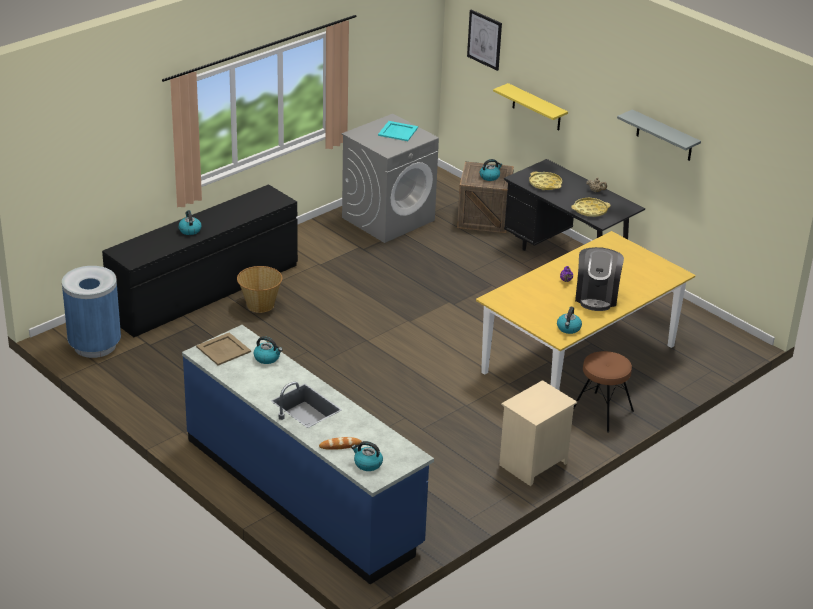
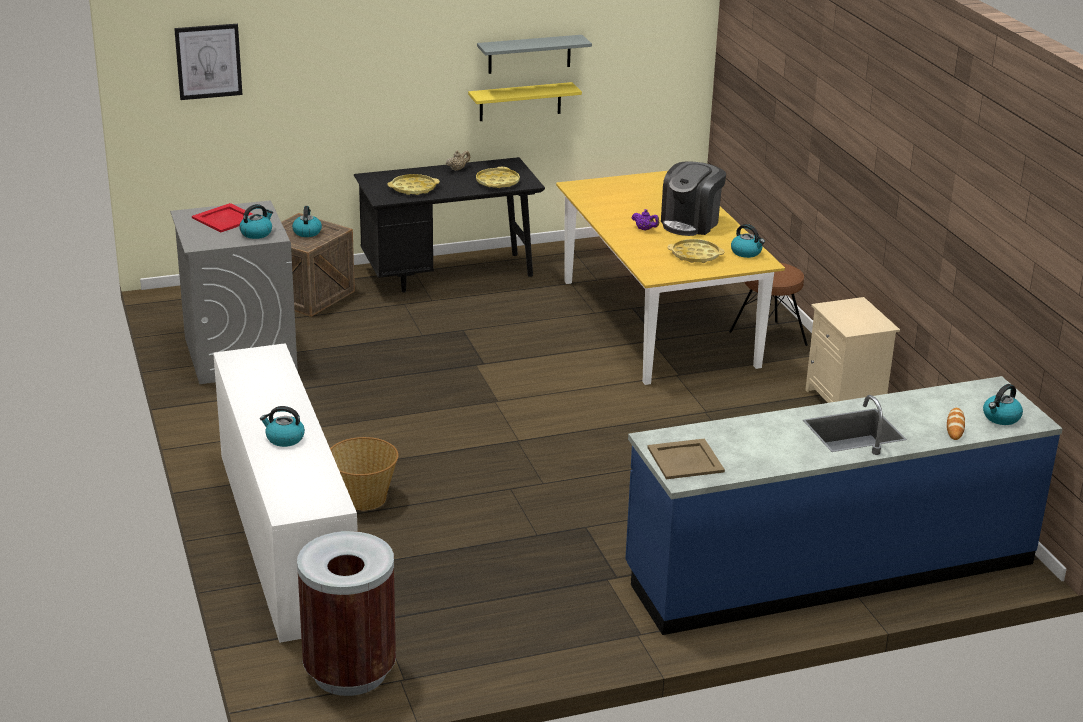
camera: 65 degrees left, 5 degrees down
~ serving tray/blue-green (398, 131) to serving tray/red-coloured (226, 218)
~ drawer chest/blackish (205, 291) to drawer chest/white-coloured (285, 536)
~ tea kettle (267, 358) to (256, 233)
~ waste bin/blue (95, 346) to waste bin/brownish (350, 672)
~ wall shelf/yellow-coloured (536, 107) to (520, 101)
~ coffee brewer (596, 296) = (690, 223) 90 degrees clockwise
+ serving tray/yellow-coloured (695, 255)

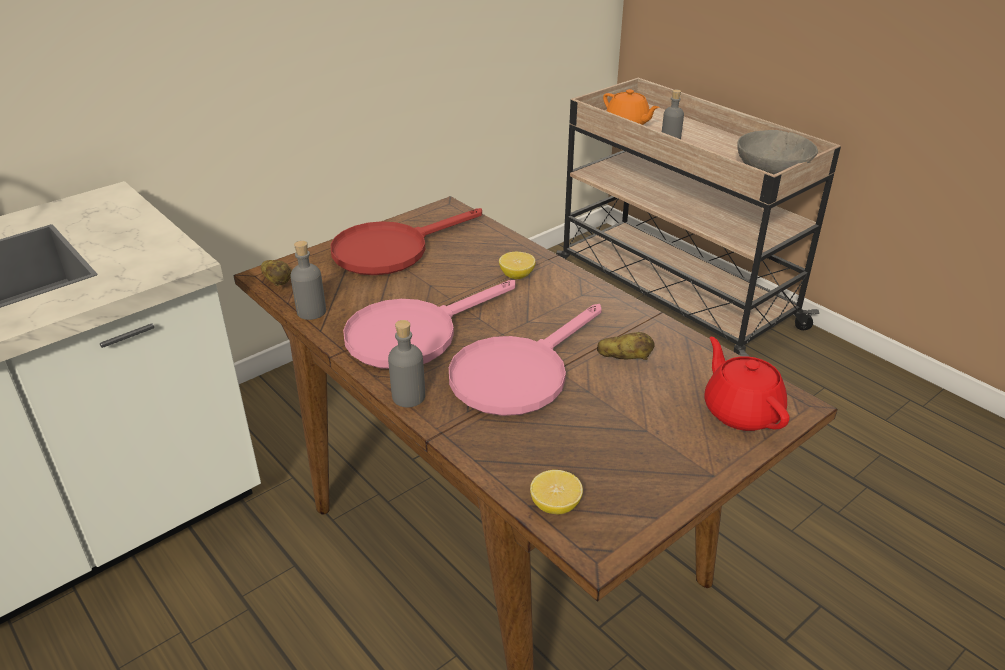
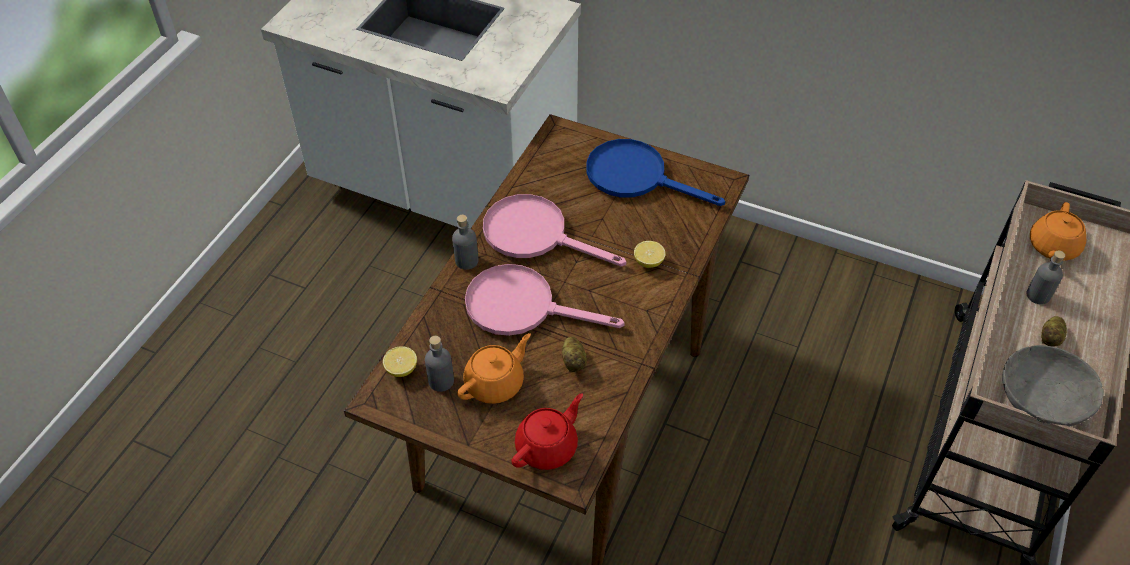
camera: 65 degrees right, 15 degrees up
~ bottle/gray (311, 311) to (441, 381)
+ teapot/orangey (495, 383)
~ pan/red-coloured (391, 249) to pan/blue (636, 176)
~ whole potato (278, 282) to (1051, 338)

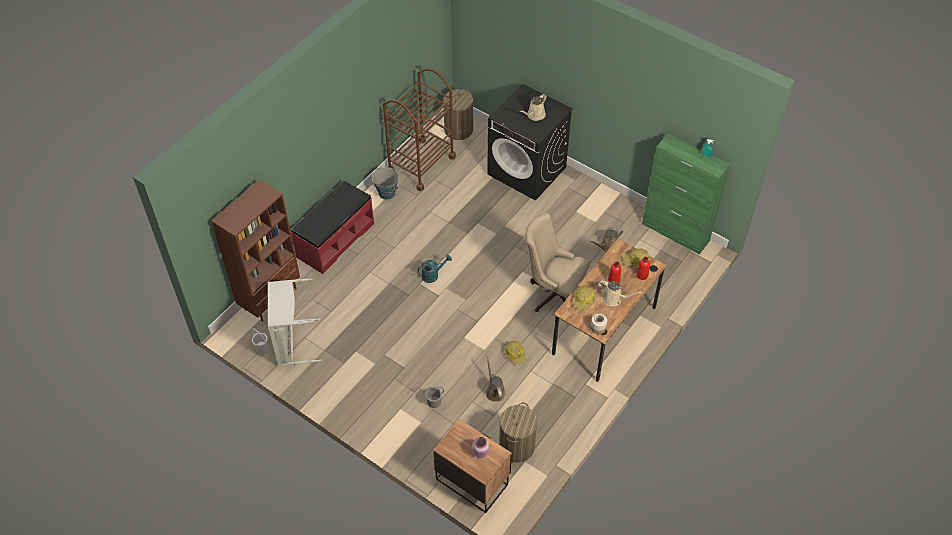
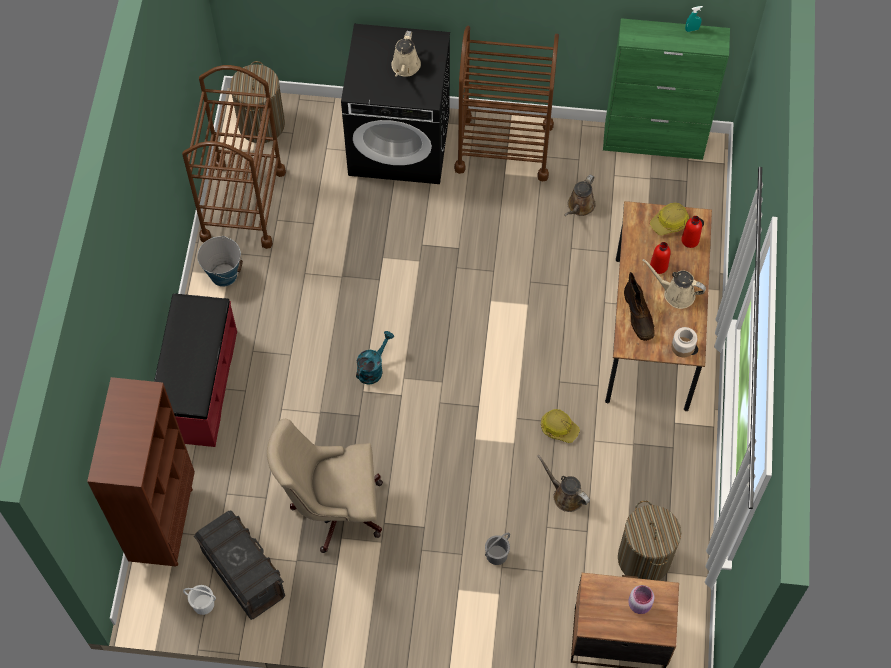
camera: 30 degrees left, 10 degrees up
~ hamper/gray (292, 343) to storage bin/gray (243, 574)
~ computer chair/beige-coloured (554, 293) to (333, 507)
+ wheeled cart/brownish (504, 147)
~ work helmet (583, 300) to high-top boot/brownish (638, 315)
~ watering pot/beige-coloured (614, 298) = (675, 293) 150 degrees counterclockwise

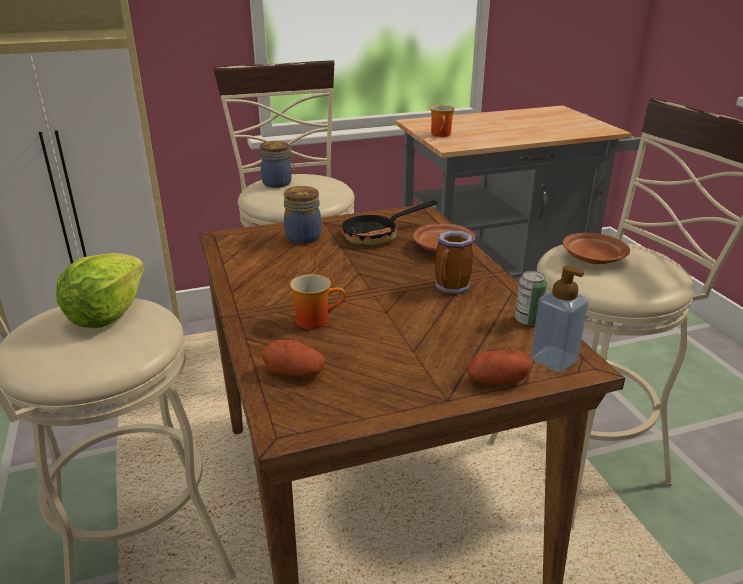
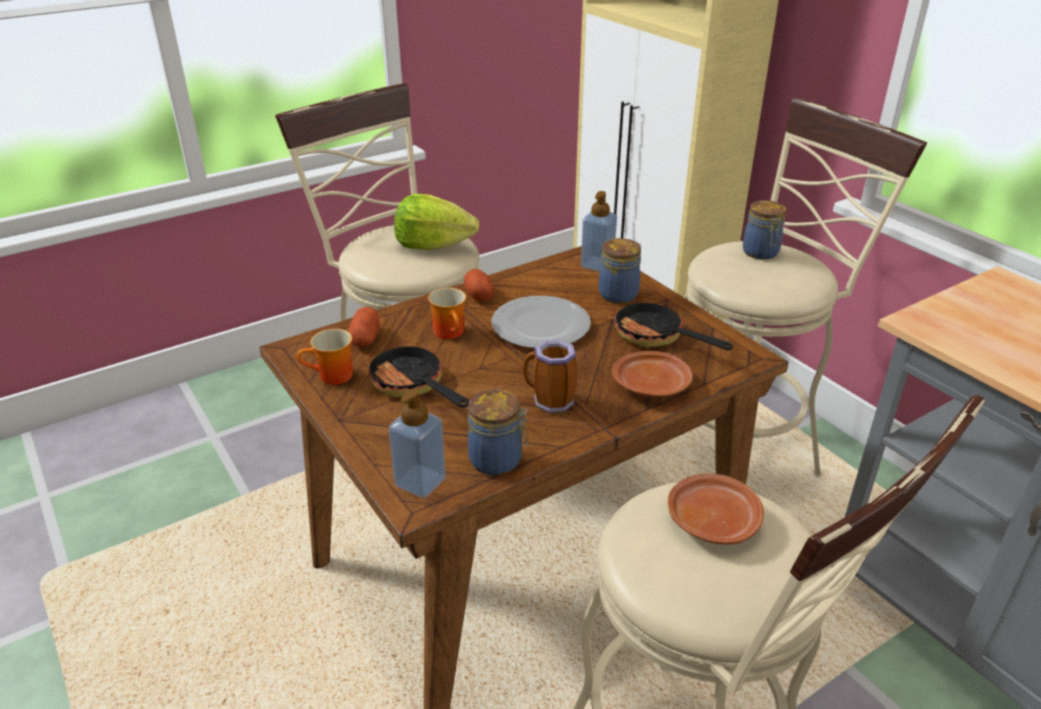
camera: 75 degrees right, 5 degrees up
~ tea mug (442, 135) to (332, 377)
+ pan (413, 386)
~ whole potato (497, 380) to (478, 295)
~ metal can (527, 320) to jar (498, 460)
+ dinner plate (540, 327)
+ soap dispenser (597, 265)

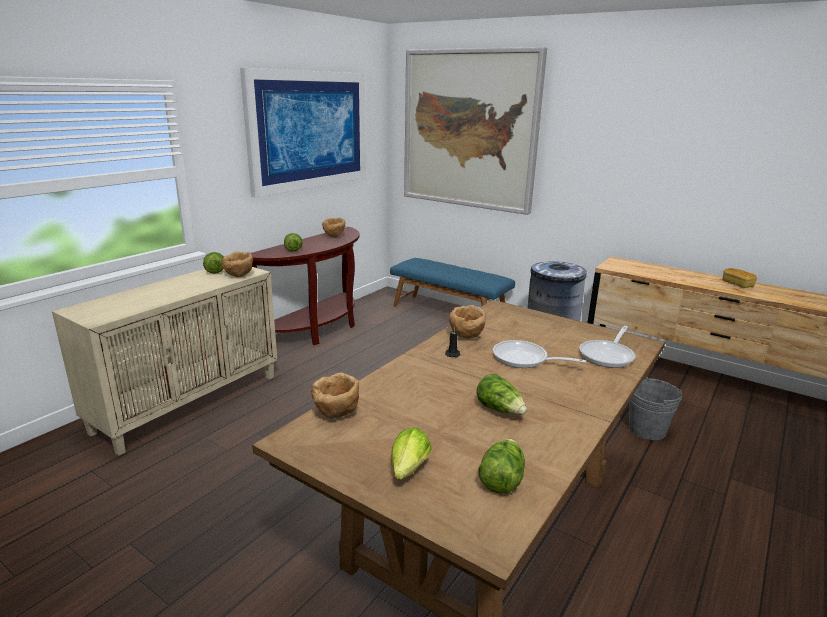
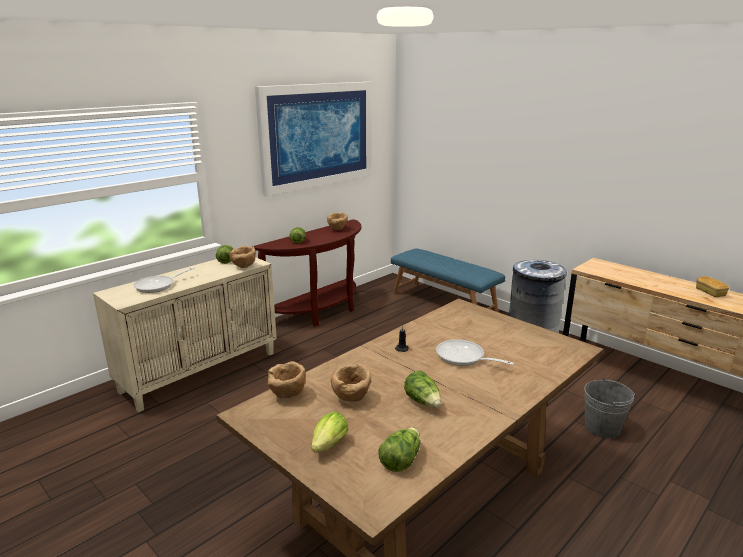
camera: 10 degrees right, 0 degrees up
~ pan (608, 355) to (158, 286)
~ bowl/brownish (467, 337) to (351, 398)
- picture (469, 130)

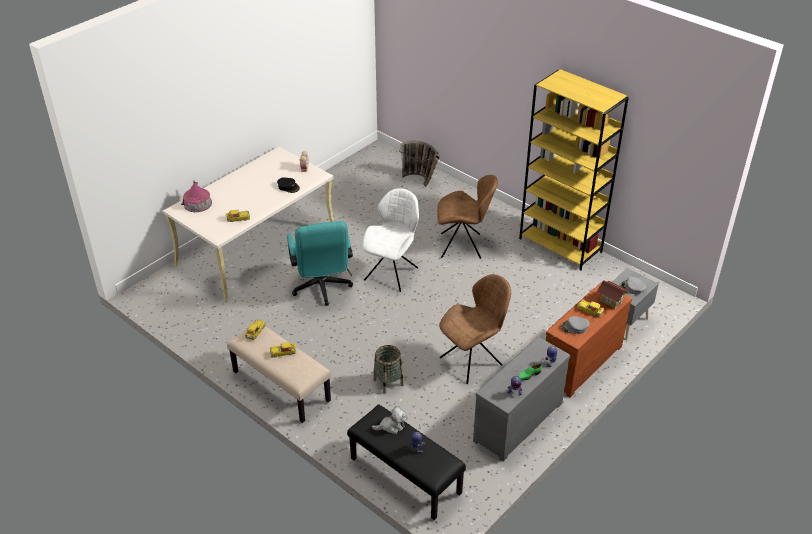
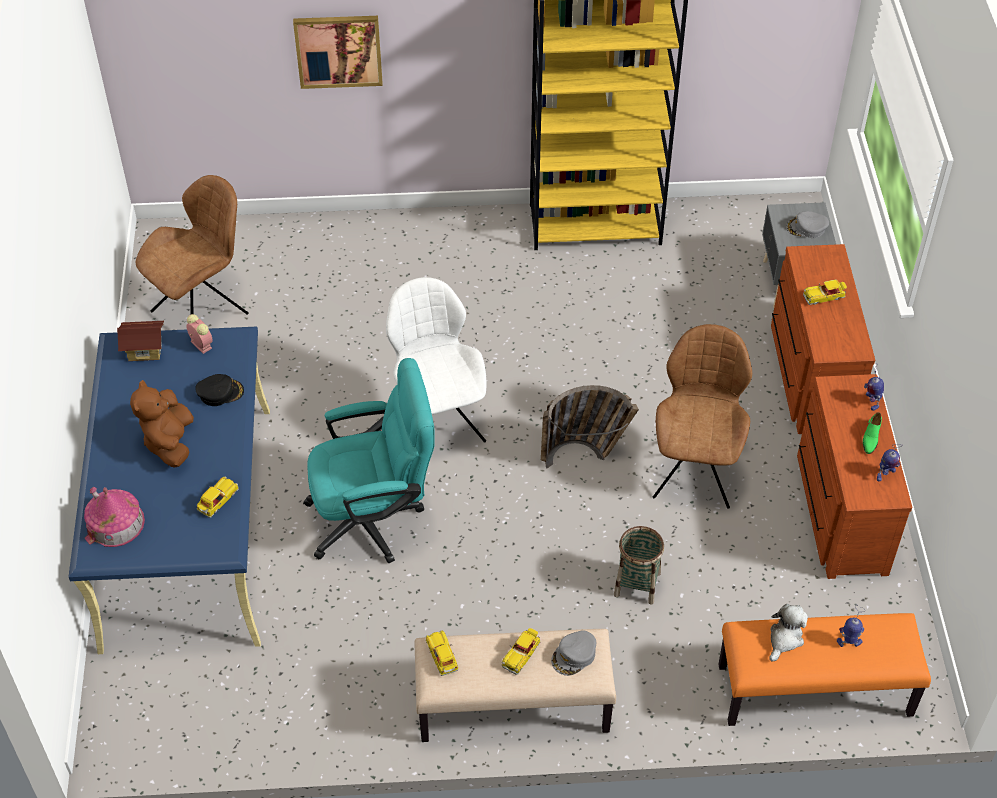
camera: 45 degrees left, 10 degrees up
~ desk unit/beige-coloured (257, 246) to desk unit/blue (188, 524)
~ toy house (611, 301) to (144, 350)
+ plush toy/brownish (170, 442)
~ chair/brownish (463, 246) to (203, 311)
+ picture (338, 50)
~ computer chair/blue-green (322, 289) = (375, 519) 45 degrees counterclockwise
~ basket (421, 182) to (586, 454)
~ cap/gray (574, 327) to (574, 655)
~ indoor bench/blackish (404, 476) to indoor bench/orangey (814, 691)
~ drawer chest/gray (516, 420) to drawer chest/brownish (838, 510)

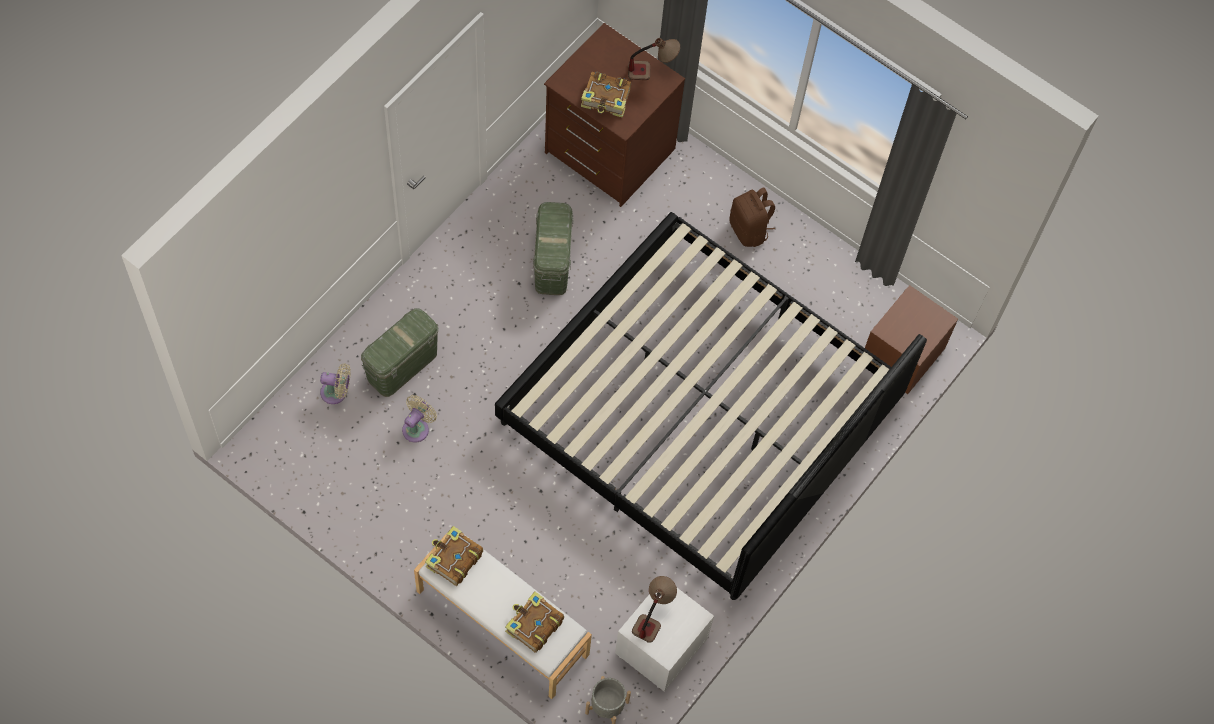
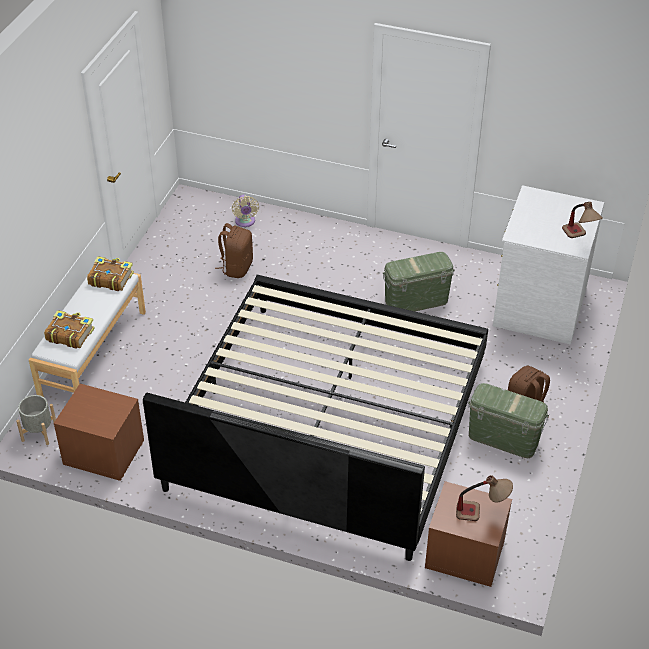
camera: 75 degrees right, 20 degrees down
~ bedside table/white-coloured (661, 647) to bedside table/brownish (103, 453)
~ electric fan/beige-coloured (417, 427) to backpack/brownish (236, 267)
~ lamp for a table (652, 616) to (481, 512)
~ storage bin/greenish (402, 365) to (503, 438)
~ drawer chest/brownish (608, 152) to drawer chest/white-coloured (538, 306)
- bound book (606, 99)

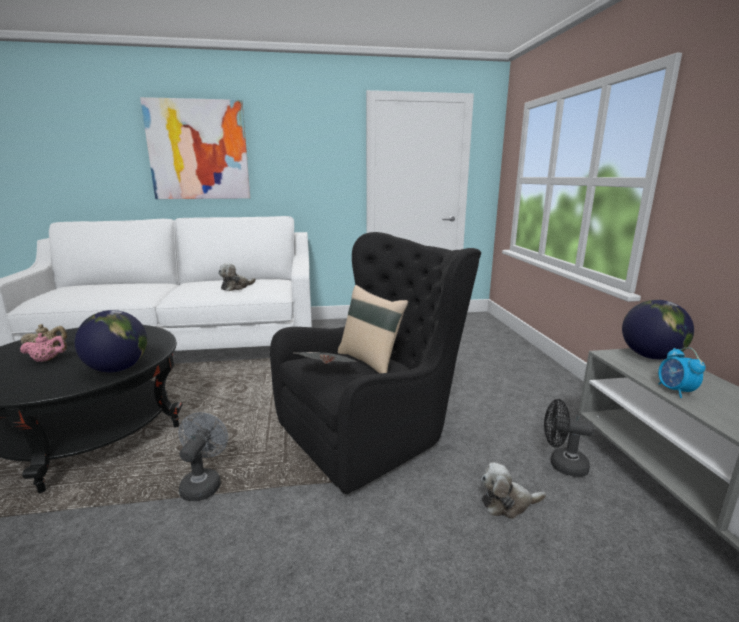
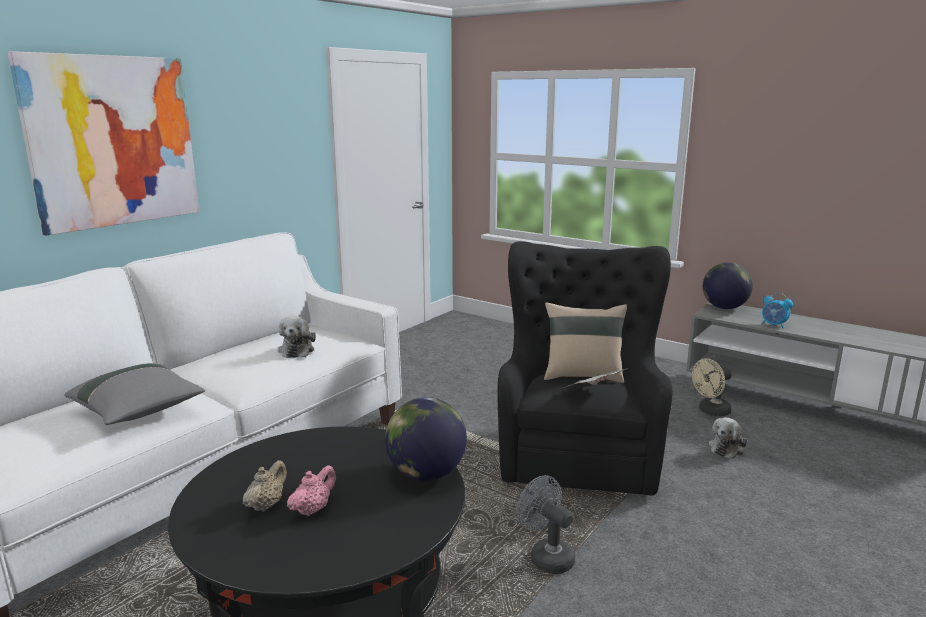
camera: 45 degrees left, 0 degrees up
+ pillow/gray (139, 411)
~ electric fan/blackish (562, 464) to electric fan/beige-coloured (710, 411)

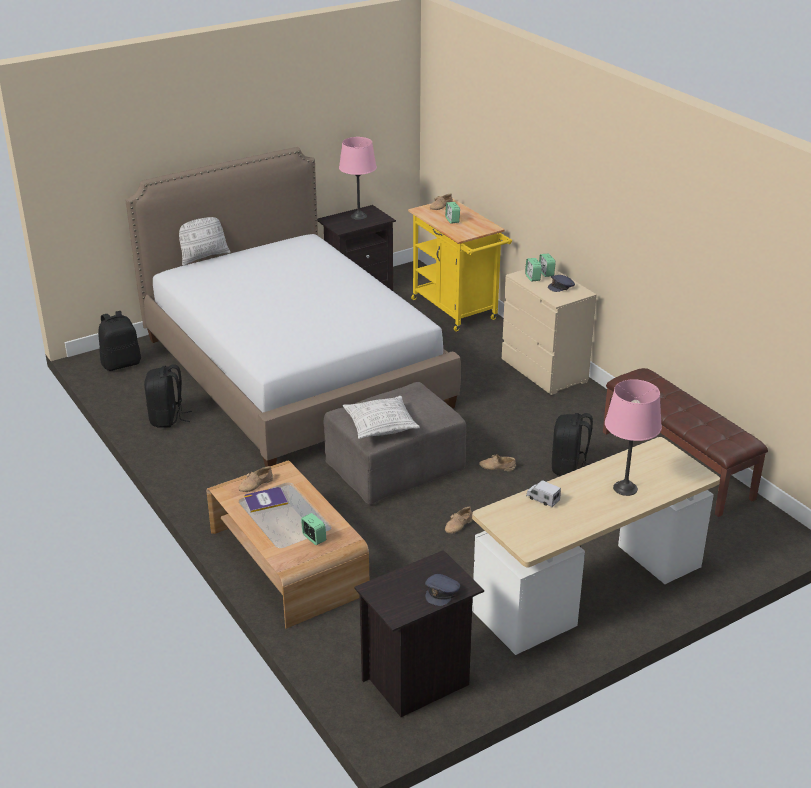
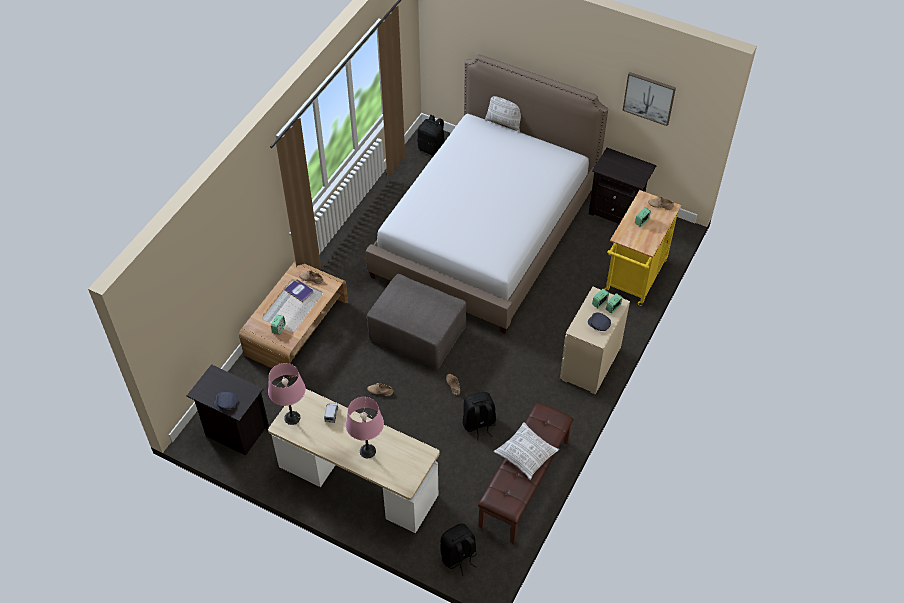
camera: 60 degrees right, 20 degrees up
~ lamp for a table/pink (359, 216) to (292, 418)
~ backpack/blackish (167, 418) to (458, 557)
~ pillow (381, 426) to (526, 455)
+ picture (649, 98)

